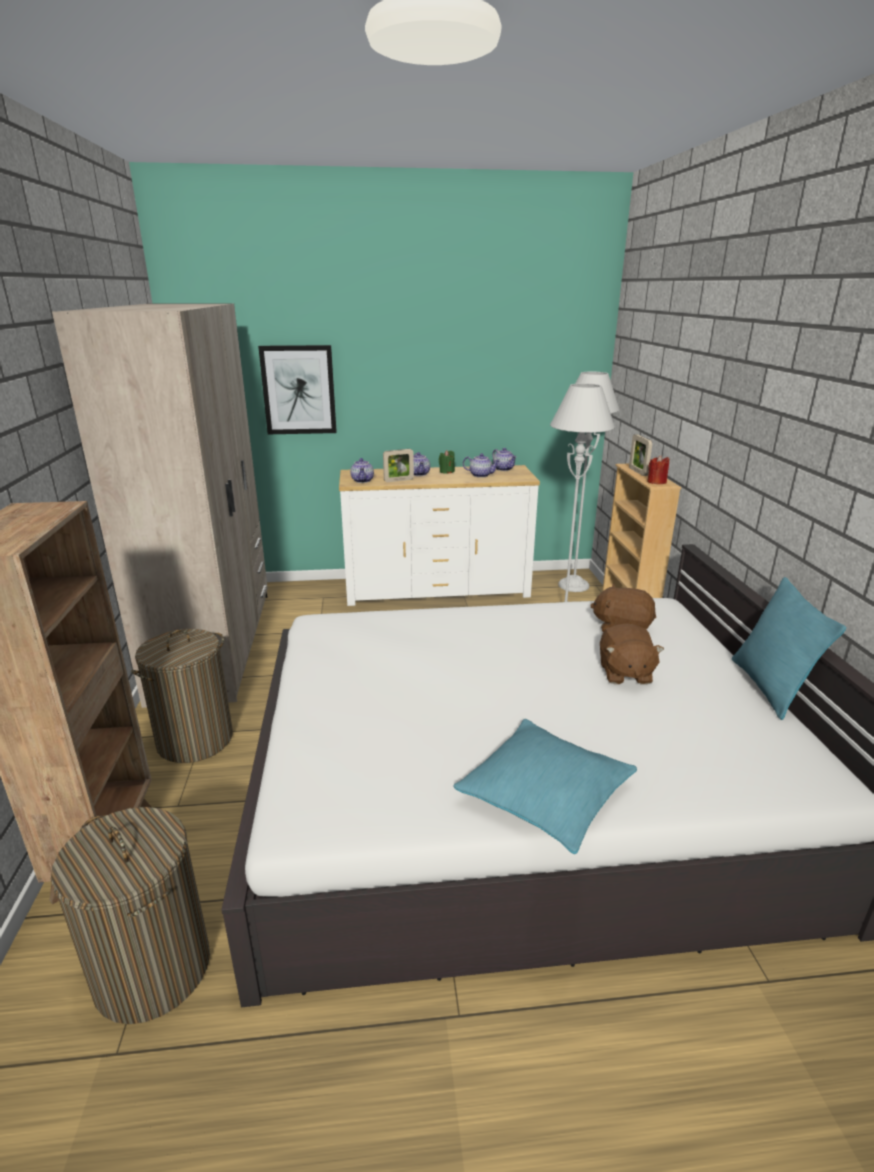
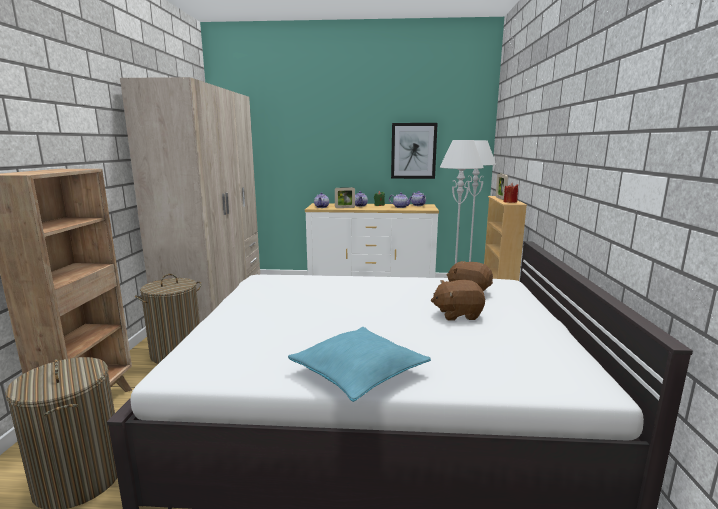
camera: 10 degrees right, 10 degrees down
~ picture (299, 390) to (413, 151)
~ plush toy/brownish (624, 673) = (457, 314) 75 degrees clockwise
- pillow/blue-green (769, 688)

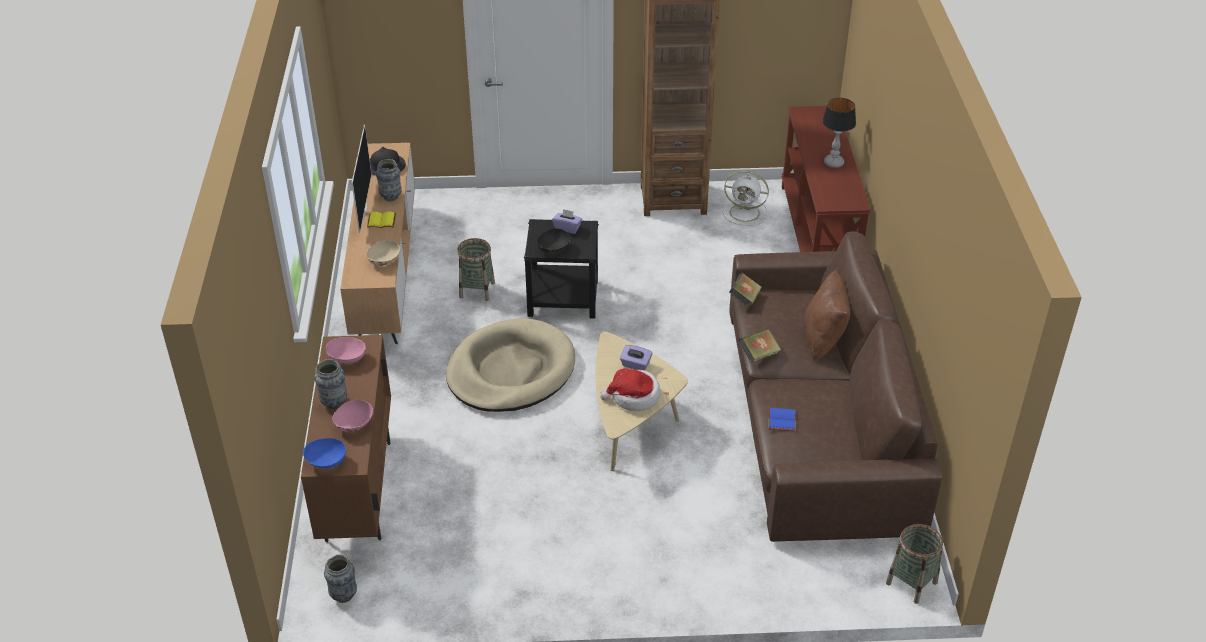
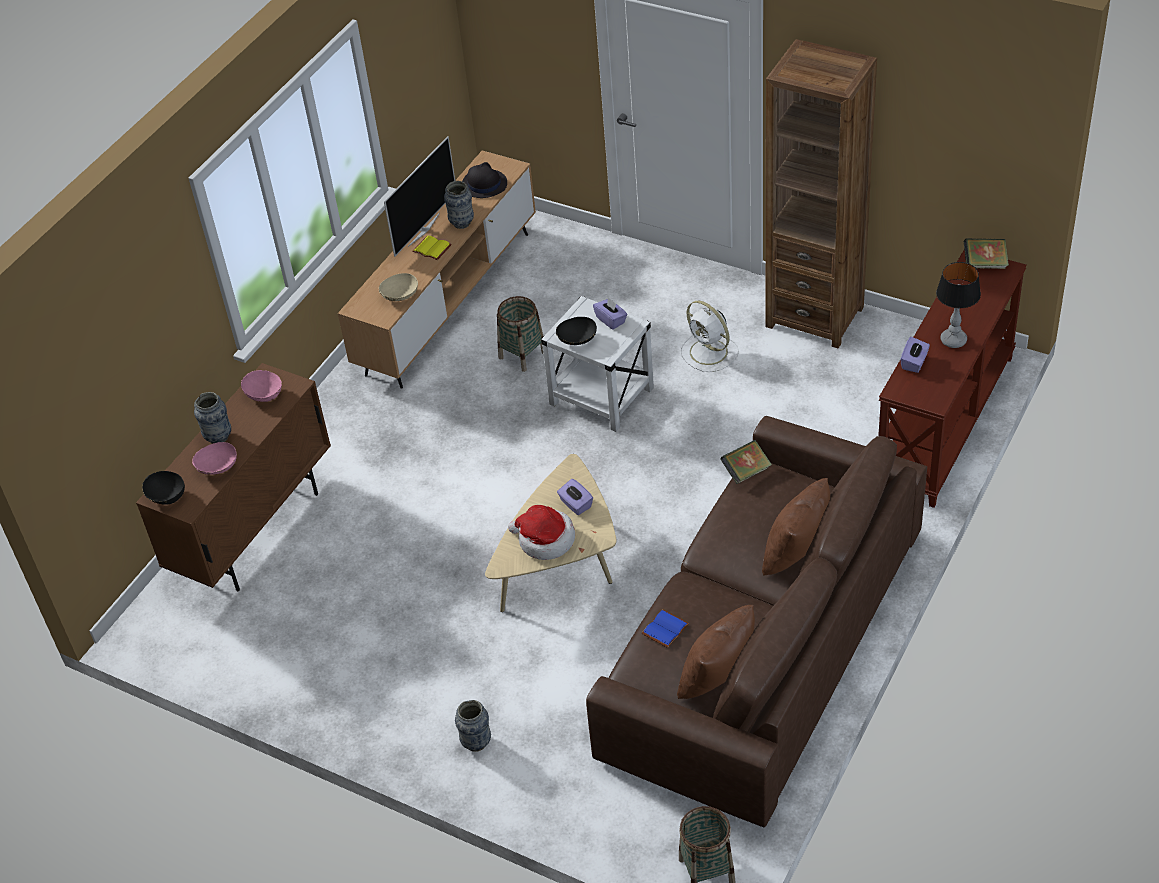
camera: 35 degrees right, 5 degrees up
~ bowl/blue (326, 462) to bowl/blackish (166, 497)
~ decorative vase (343, 595) to (476, 743)
~ accent table/blackish (563, 298) to accent table/white-coloured (602, 397)
+ pillow/brownish (718, 678)
~ electric fan/white-coloured (746, 213) to (710, 353)
+ tissue box/purple-coloured (914, 362)
~ bound book (758, 354) to (984, 264)
- dog cushion/beige-coloured (510, 371)

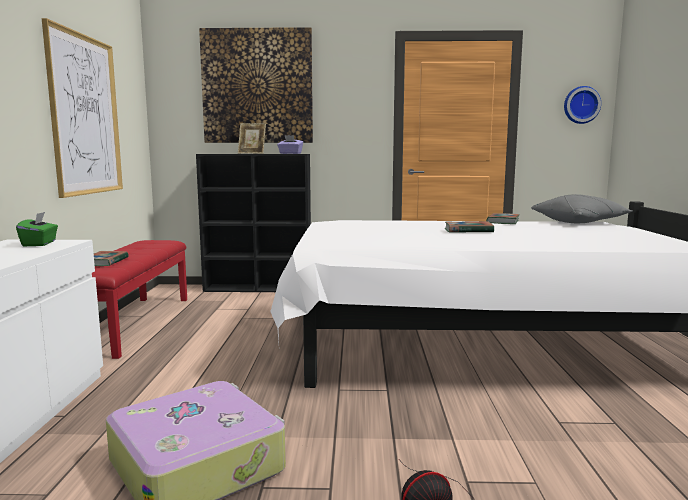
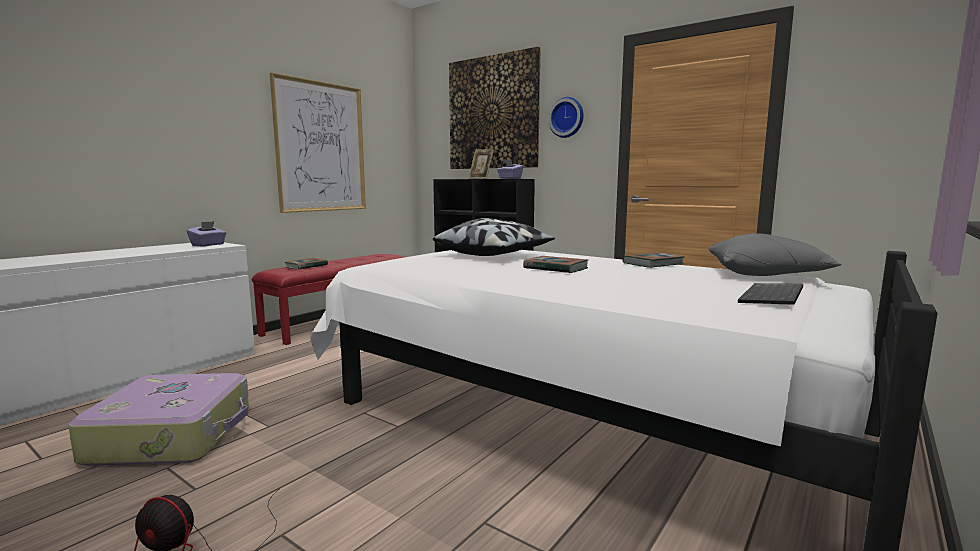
camera: 35 degrees right, 0 degrees up
~ tissue box/greenish (39, 244) to tissue box/purple-coloured (208, 245)
+ pillow (495, 255)
~ hanging clock (581, 105) to (567, 117)
+ PC keyboard (773, 297)

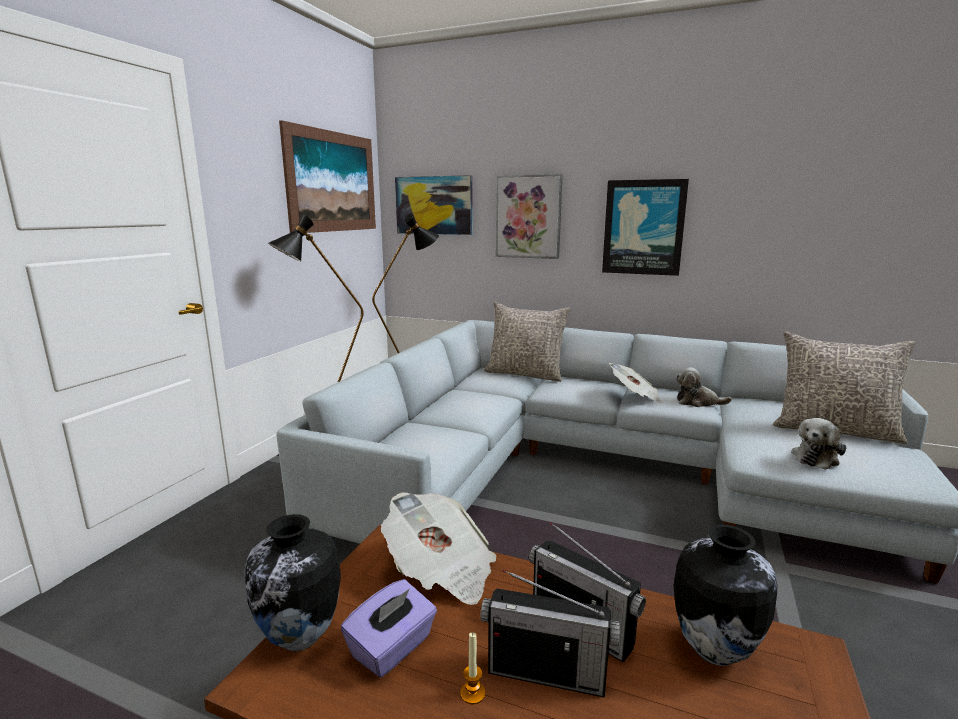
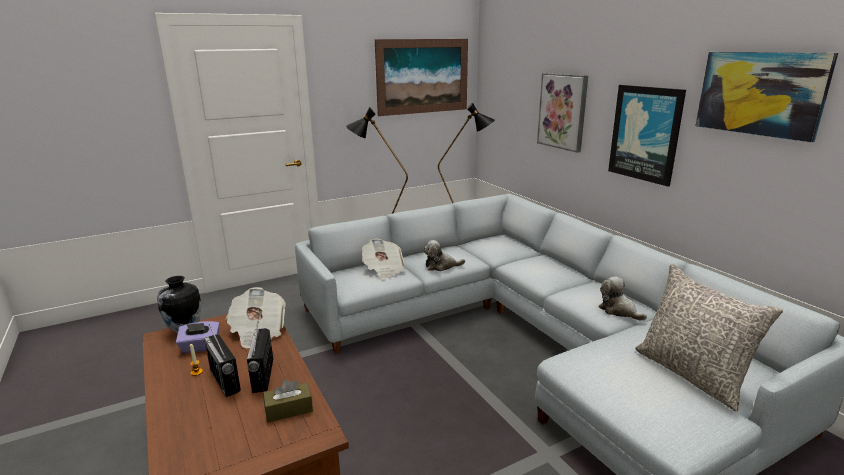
camera: 40 degrees right, 5 degrees up
~ decorative vase (713, 649) to tissue box/brownish (289, 409)
~ printed paper (635, 396) to (383, 269)
~ plush toy (816, 457) to (441, 266)
~ picture (434, 205) to (760, 93)
- pillow/gray (525, 374)

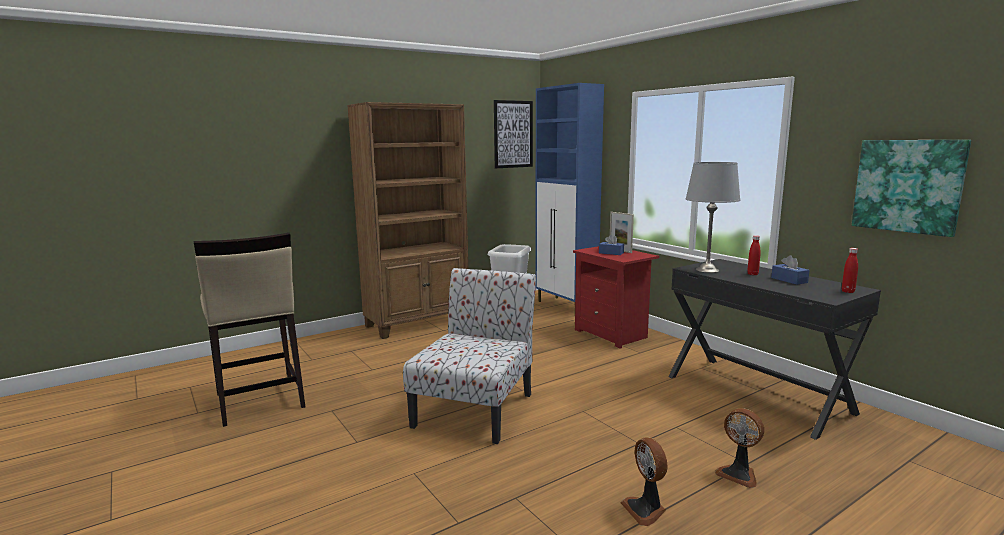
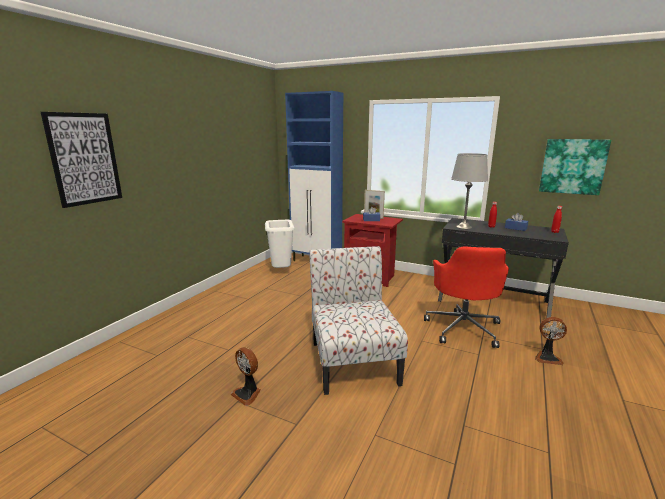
camera: 30 degrees left, 5 degrees up
~ picture (513, 134) to (84, 159)
~ electric fan (645, 510) to (247, 394)
+ computer chair/red-coloured (463, 328)
- stool/beige-coloured (259, 401)
- shelving unit/brownish (418, 323)

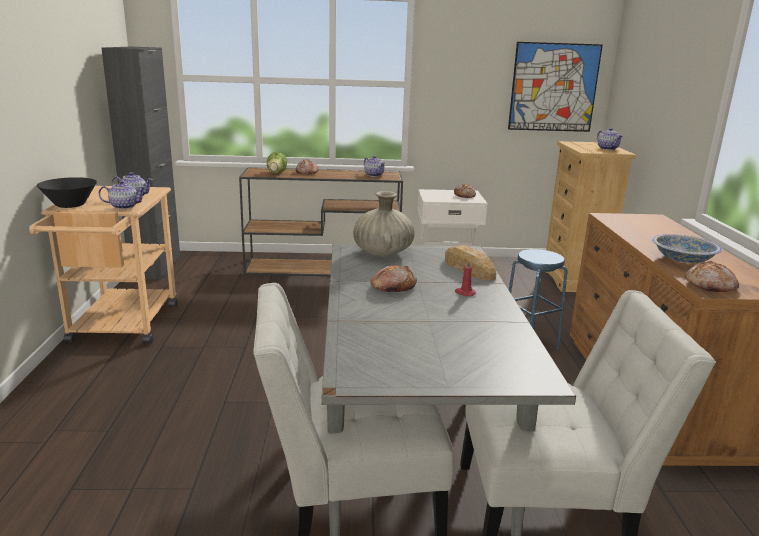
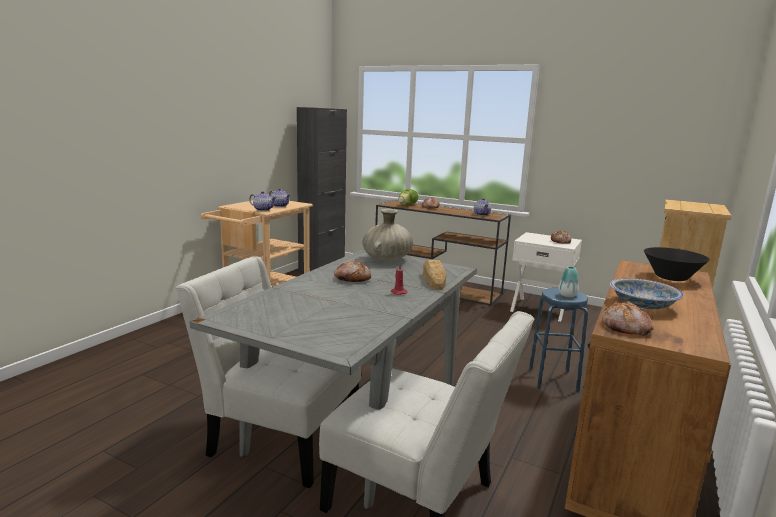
camera: 30 degrees right, 5 degrees down
+ decorative vase (567, 295)
~ bowl/blackish (70, 205) to (671, 277)
- picture (554, 87)
- teapot (607, 149)

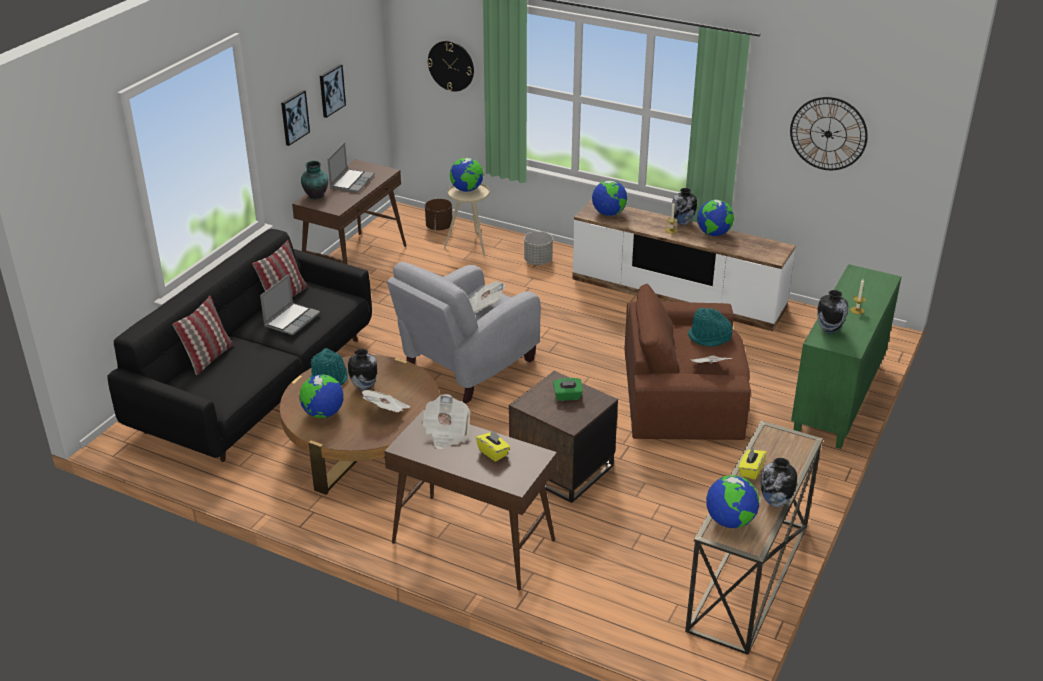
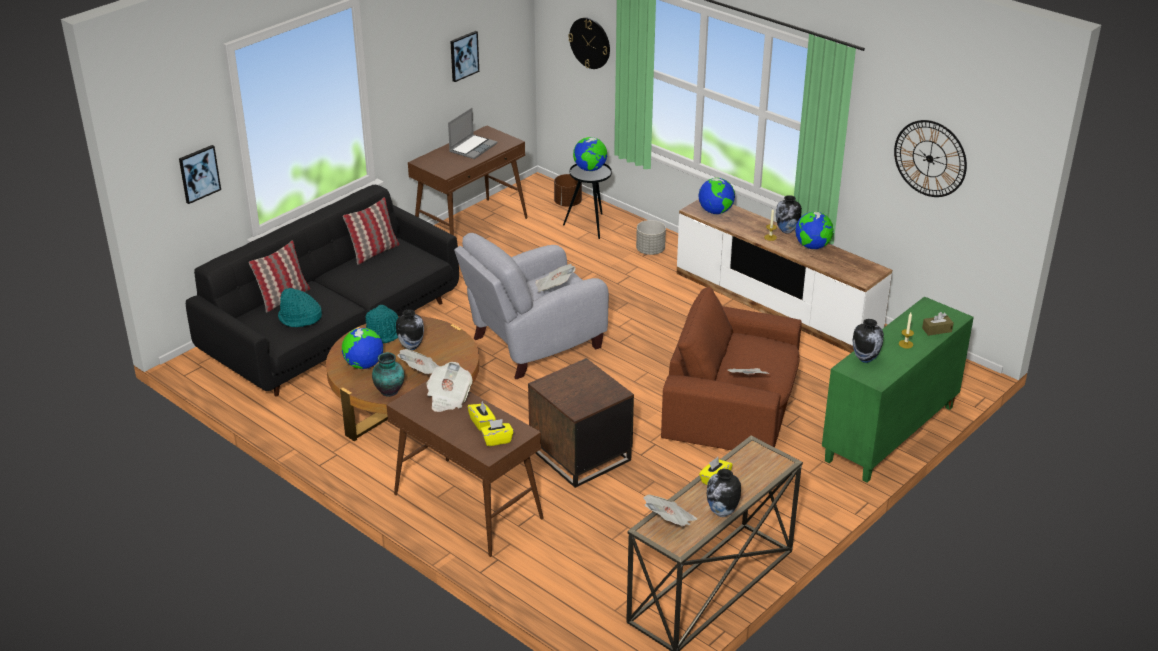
camera: 15 degrees right, 0 degrees up
~ picture (294, 117) to (199, 173)
~ hat/blue-green (709, 337) to (300, 318)
~ decorative vase (316, 196) to (389, 392)
+ tissue box/yellow-coloured (497, 440)
~ accent table/beige-coloured (470, 245) to accent table/blackish (590, 225)
~ globe (730, 521) to printed paper (670, 521)
+ tissue box/brownish (937, 330)
- portable computer (292, 320)
- tissue box/greenish (567, 396)

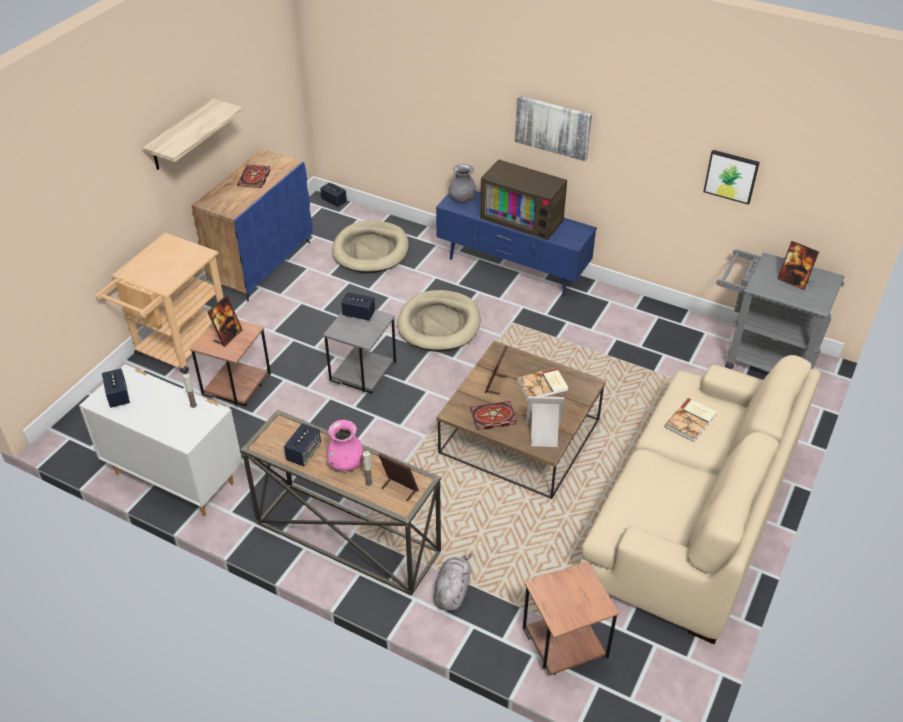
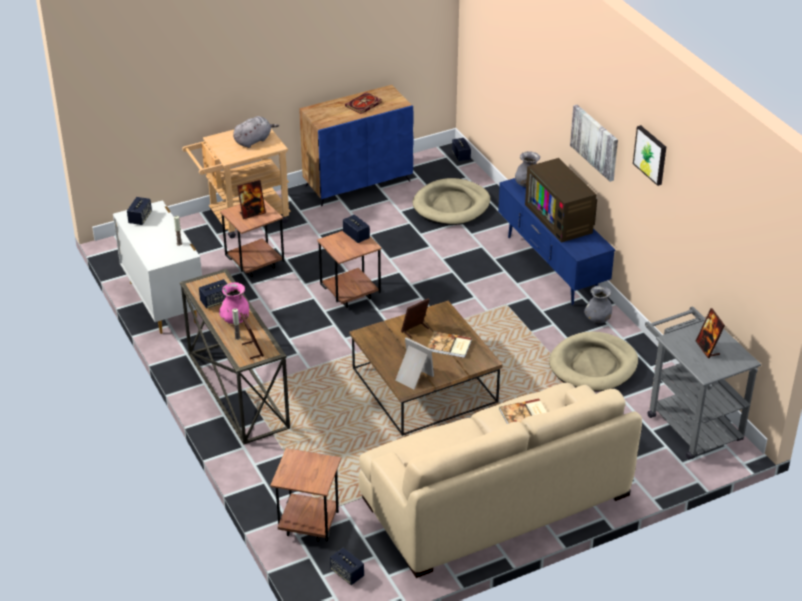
camera: 35 degrees right, 5 degrees down
~ plush toy/gray (452, 591) to (254, 140)
~ accent table/gray (363, 379) to accent table/brownish (350, 295)
+ speaker (347, 573)
~ dog cushion/beige-coloured (439, 324) to (593, 365)
+ decorative vase/gray (597, 319)
~ picture (731, 176) to (651, 154)
- wall shelf (181, 135)
- bound book (492, 417)

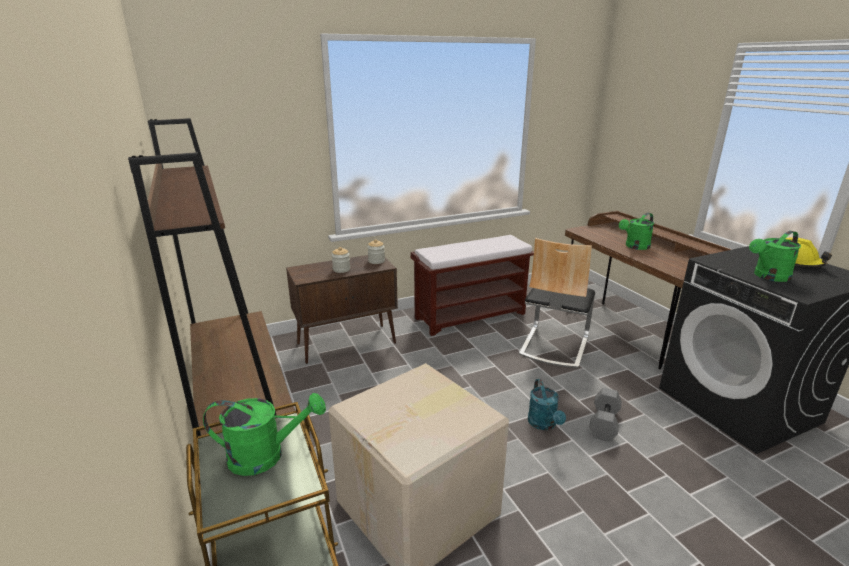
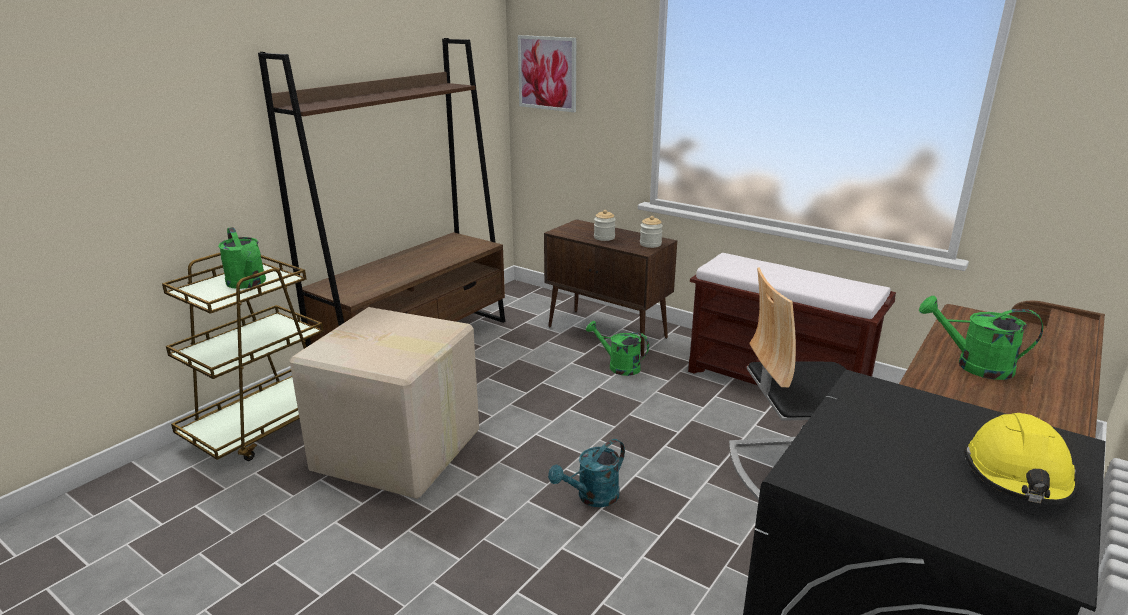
camera: 60 degrees right, 0 degrees up
+ picture (547, 73)
~ watering pot/greenish (768, 277) to (618, 366)
- free weight/gray (603, 422)

